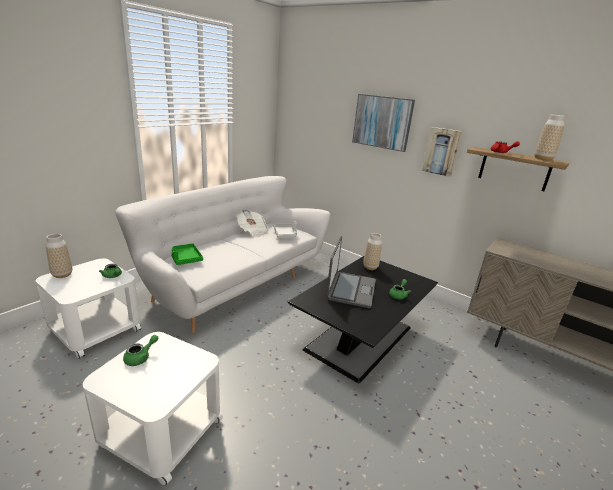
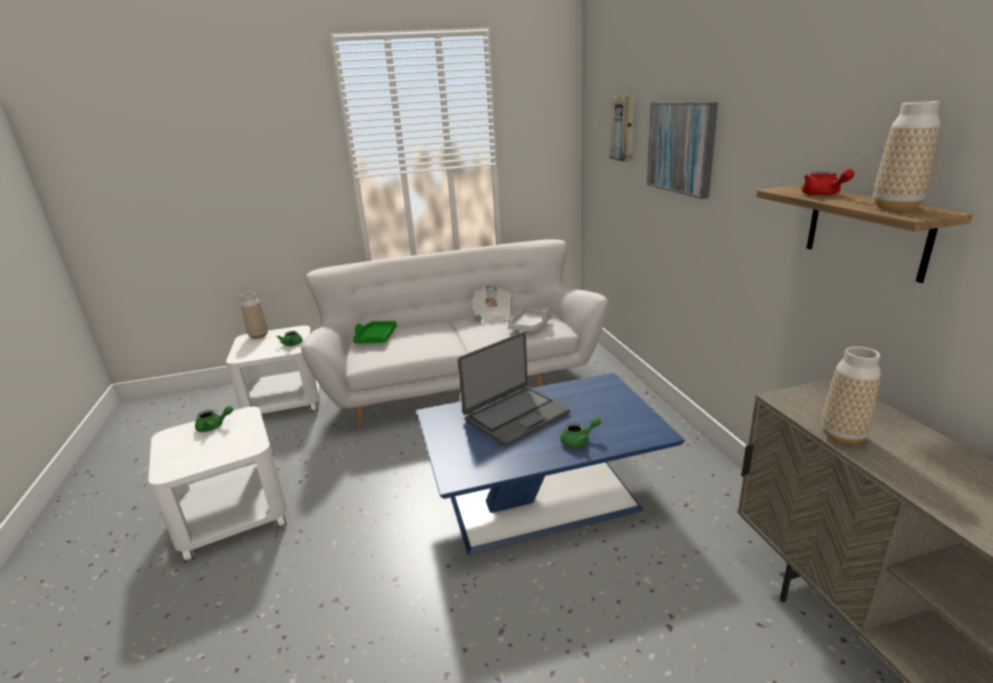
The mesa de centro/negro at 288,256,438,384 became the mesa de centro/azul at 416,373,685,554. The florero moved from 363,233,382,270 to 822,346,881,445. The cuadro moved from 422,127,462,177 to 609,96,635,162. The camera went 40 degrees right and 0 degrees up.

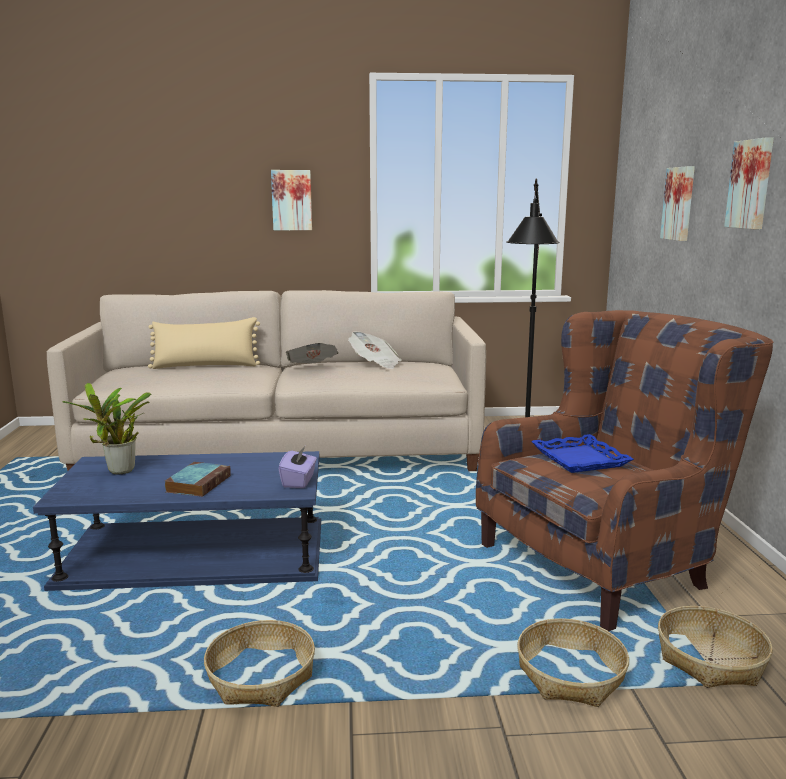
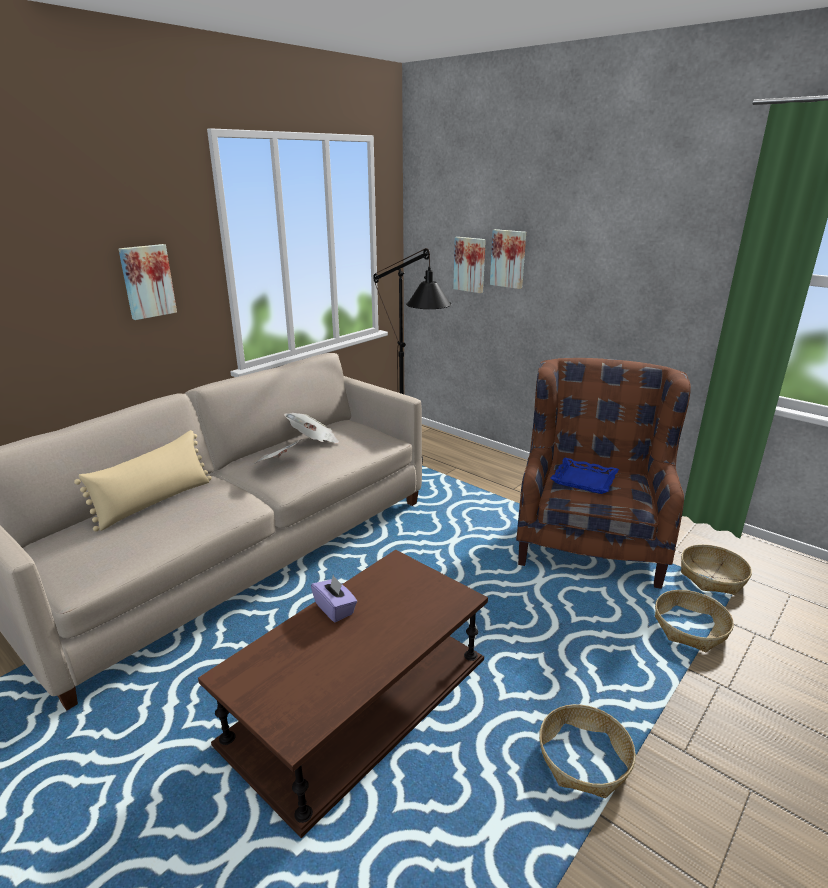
The mesa de centro/azul at 33,451,321,591 became the mesa de centro/marrón at 198,550,488,838. The planta en maceta at 62,383,151,475 disappeared. The libro at 165,462,231,497 disappeared. The caja de pañuelos/morado moved from 278,445,317,488 to 311,575,357,622. The cuadro moved from 724,137,774,229 to 453,237,486,293. The camera went 45 degrees left and 10 degrees up.

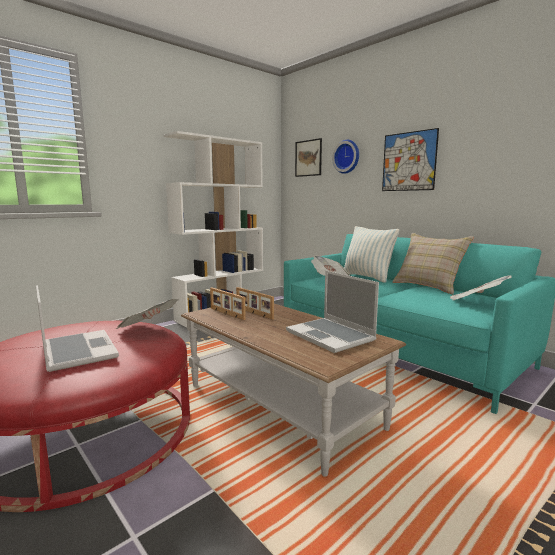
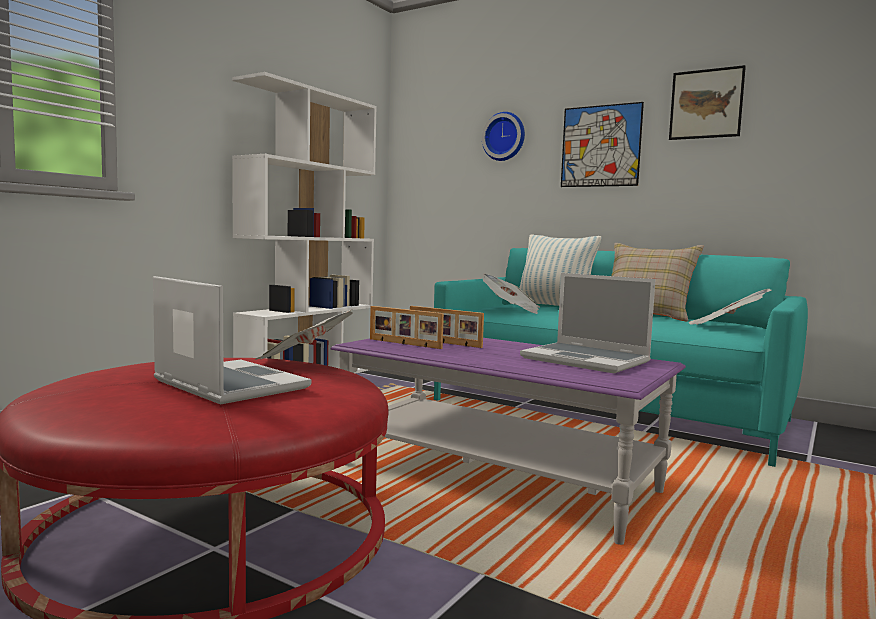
The mesa de centro/marrón at 181,304,406,477 became the mesa de centro/morado at 331,338,686,545. The cuadro moved from 295,138,322,177 to 669,65,746,140. The camera went 15 degrees left and 5 degrees down.

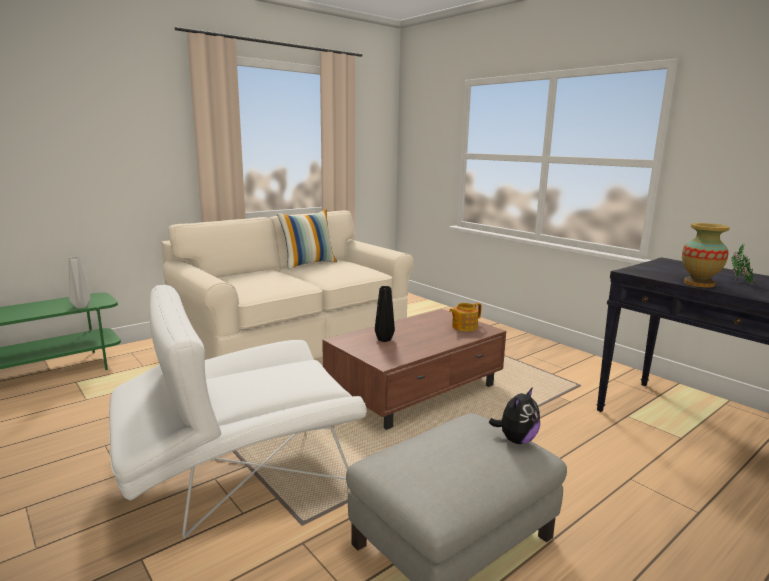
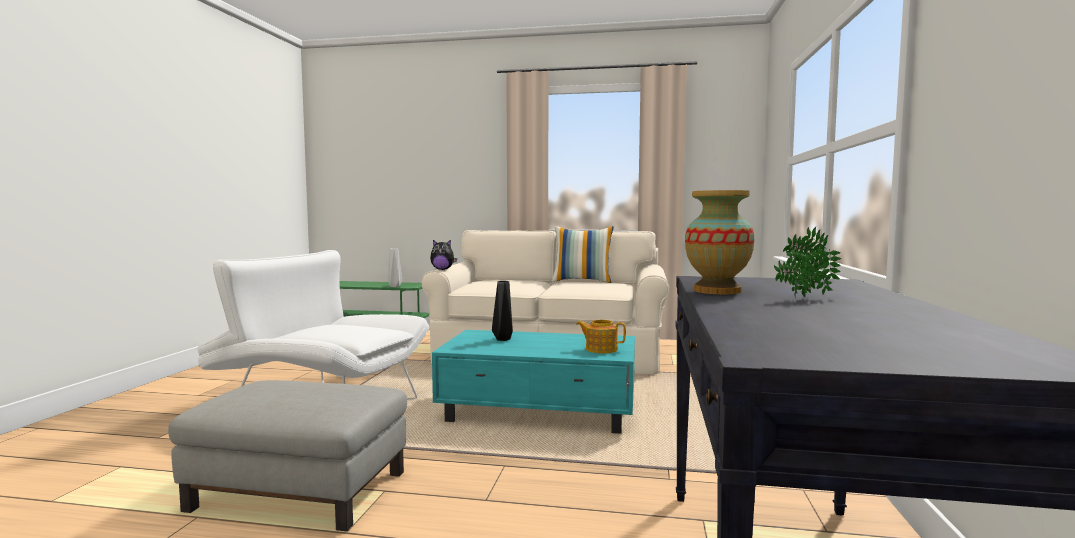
The mesa de centro/marrón at 322,309,506,430 became the mesa de centro/turquesa at 432,330,635,434. The peluche moved from 489,387,540,444 to 430,240,457,270. The camera went 50 degrees right and 10 degrees down.

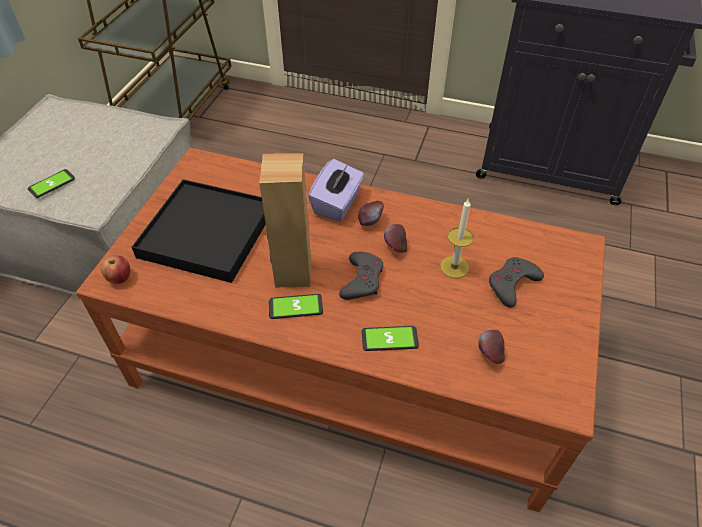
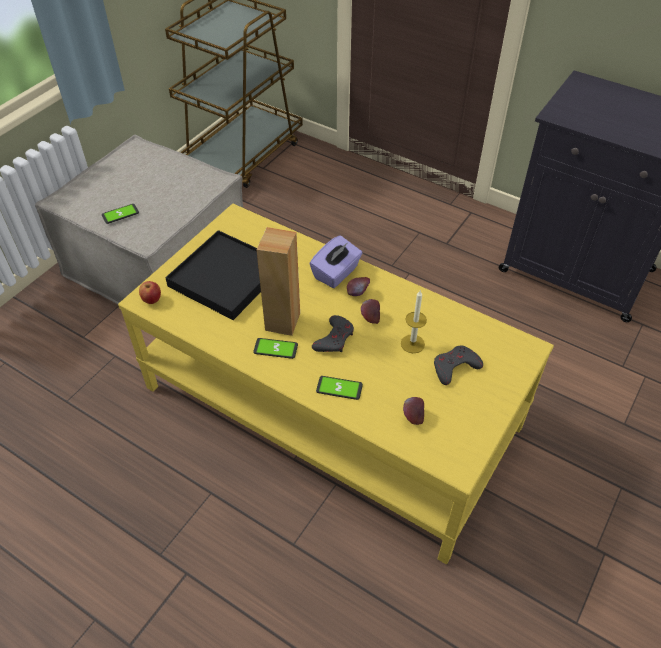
The mesa de centro/marrón at 76,148,606,512 became the mesa de centro/amarillo at 118,204,554,564. The camera went 15 degrees right and 0 degrees up.

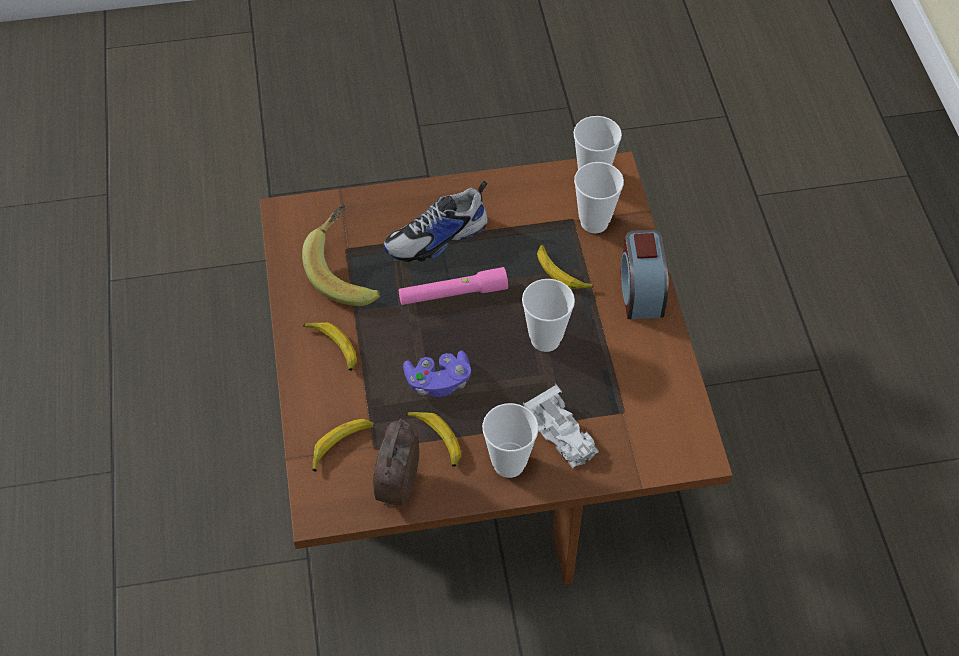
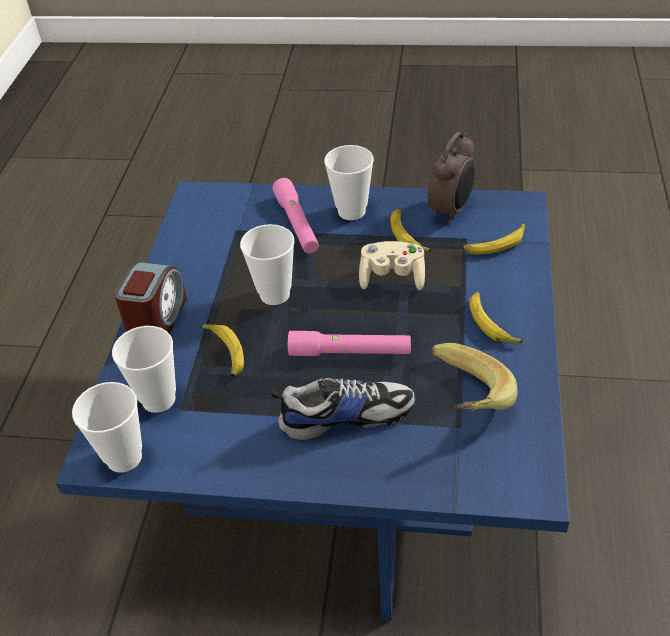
The mesa de centro/marrón at 260,152,733,585 became the mesa de centro/azul at 56,181,570,621. The mando de consola/morado at 403,351,471,397 became the mando de consola/beis at 359,241,425,290. The coche de juguete/blanco at 523,383,599,469 was replaced by the linterna/rosa at 272,178,319,253. The camera went 160 degrees left and 10 degrees down.

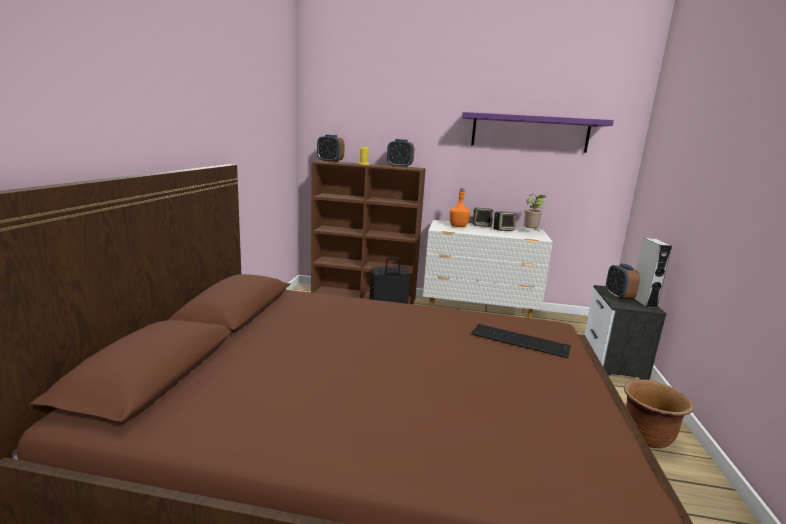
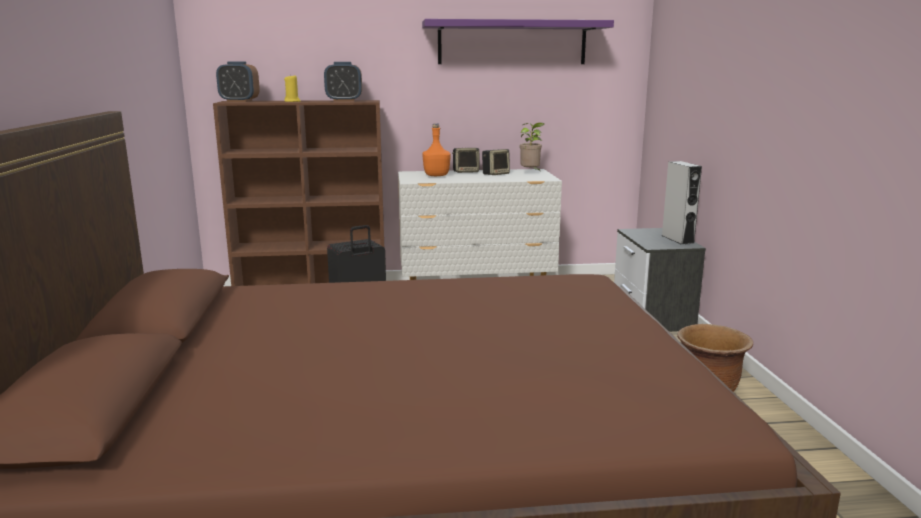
The teclado at 472,324,571,358 disappeared. The despertador at 606,264,640,300 disappeared. The camera went 15 degrees left and 0 degrees up.

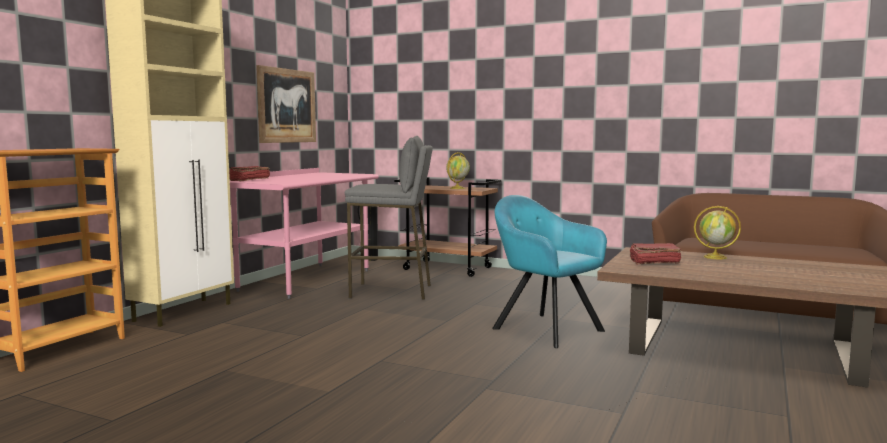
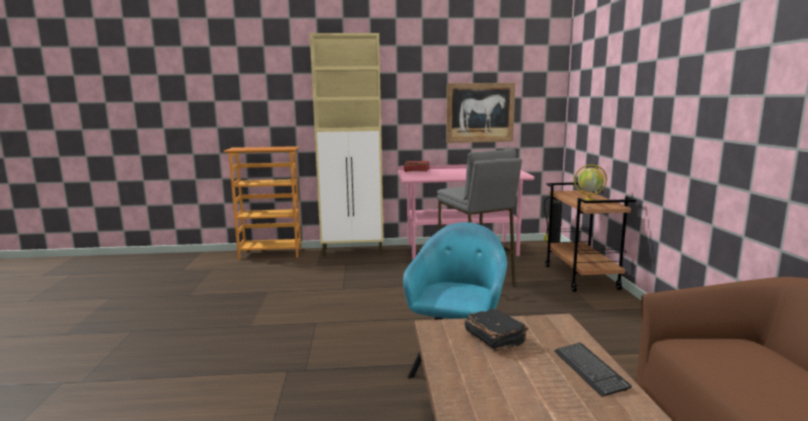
The libro/rojo at 630,243,681,265 became the libro/negro at 465,308,528,351. The globo terráqueo at 694,206,741,259 was replaced by the teclado at 554,343,632,397. The camera went 60 degrees right and 5 degrees up.

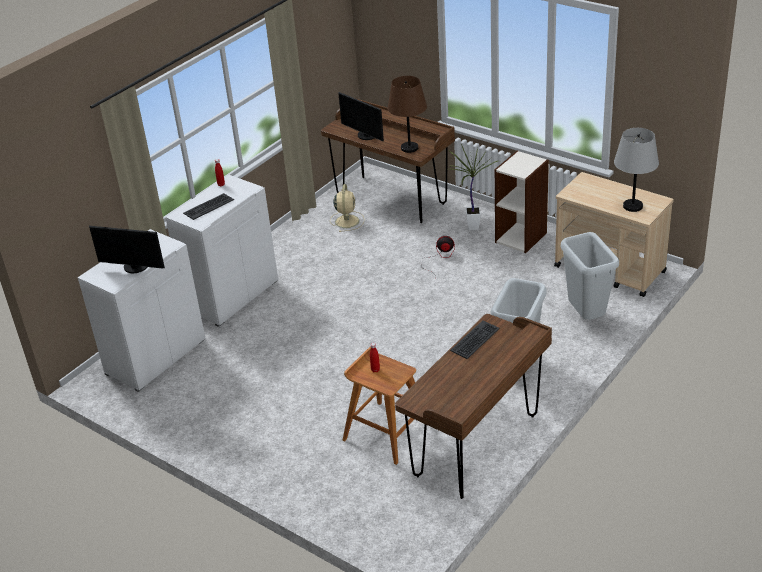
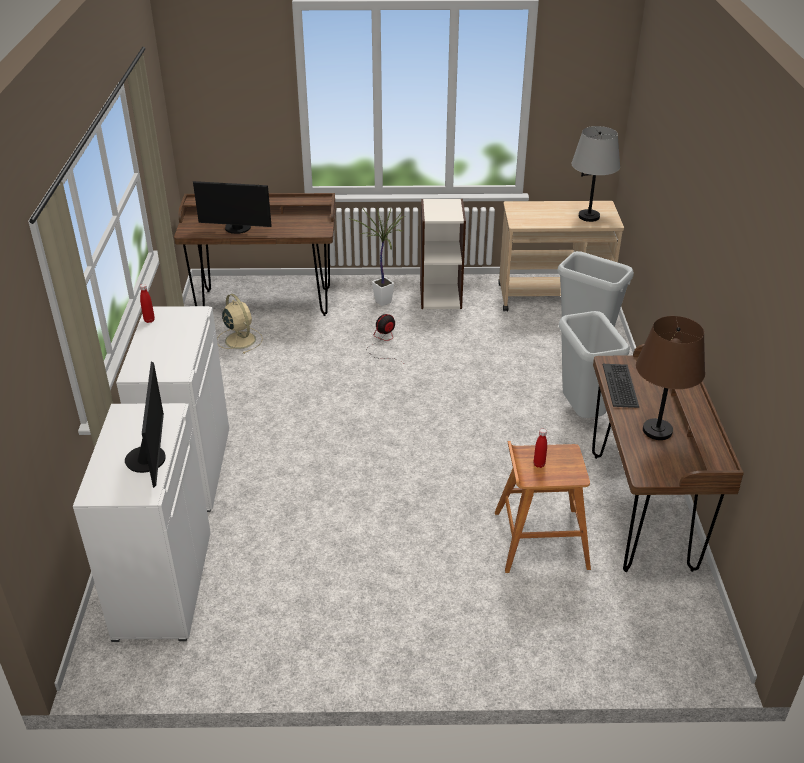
The monitor at 89,226,165,273 turned 75 degrees counterclockwise. The teclado at 183,193,234,220 disappeared. The lámpara de mesa/marrón moved from 388,76,427,153 to 636,316,705,440. The camera went 40 degrees left and 0 degrees up.

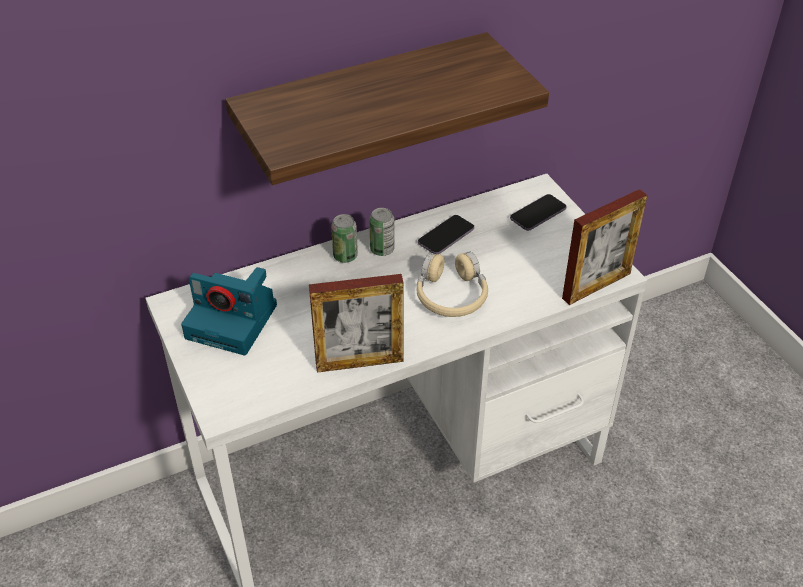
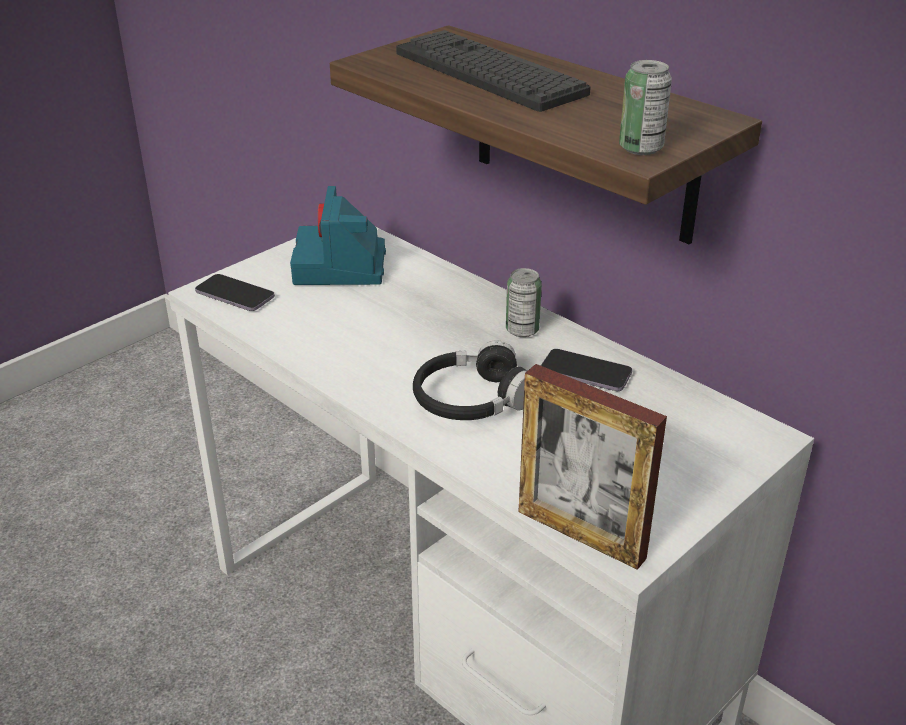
The portarretratos at 309,274,404,373 disappeared. The lata moved from 331,214,358,263 to 619,60,672,155. The auriculares/beis at 417,251,488,317 became the auriculares/negro at 413,340,527,420. The móvil moved from 510,194,567,231 to 195,274,275,311. The teclado at 396,30,591,112 appeared. The camera went 70 degrees right and 10 degrees down.

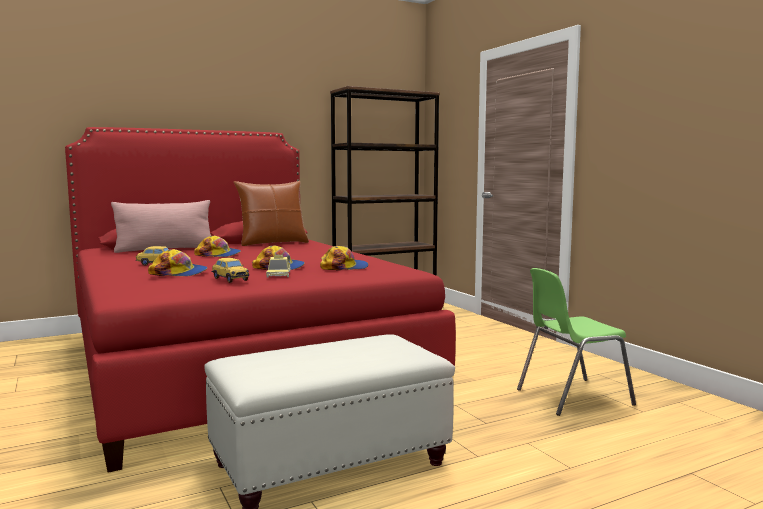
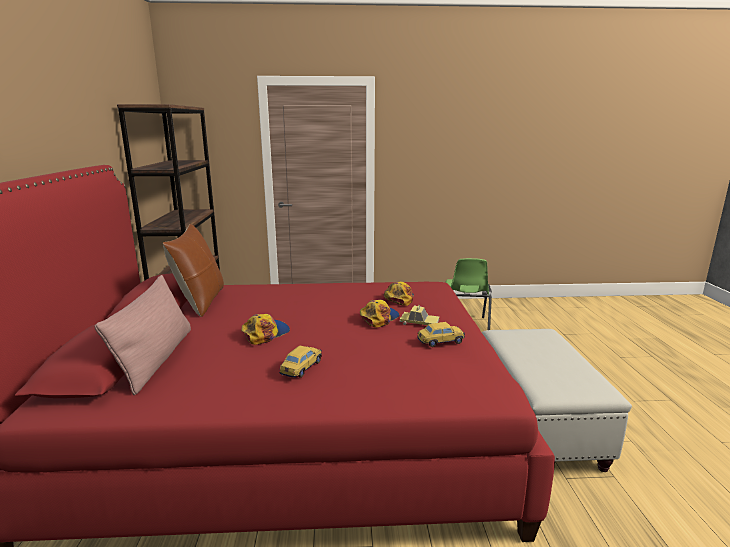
The gorra at 148,249,207,276 disappeared. The camera went 65 degrees left and 10 degrees up.

